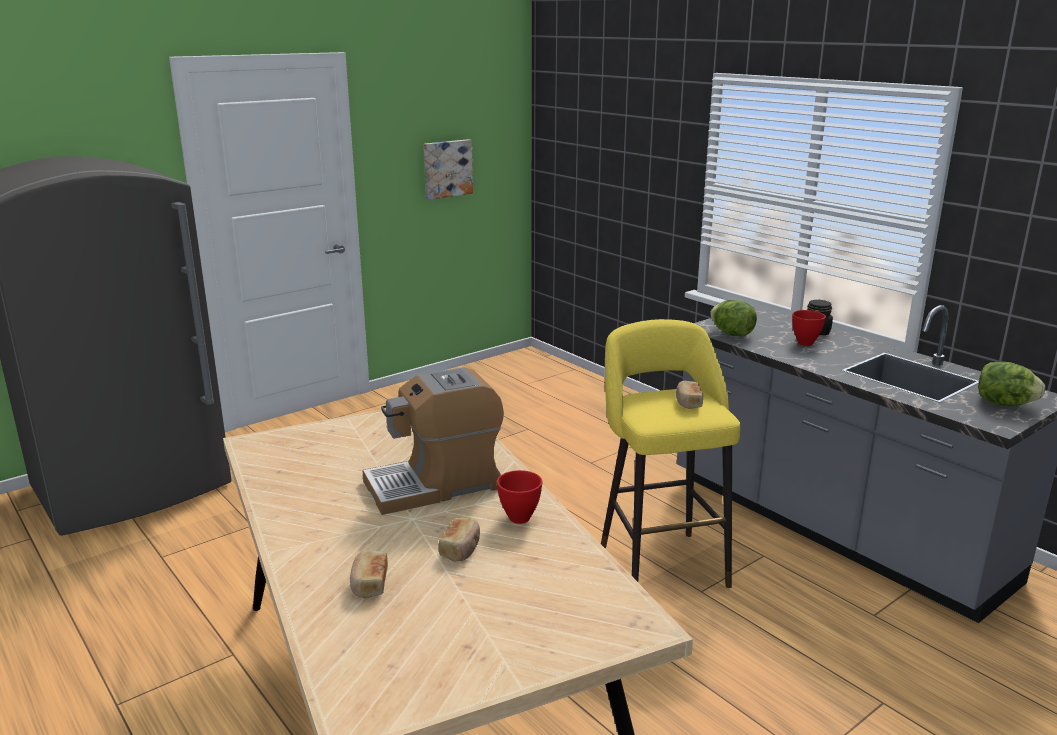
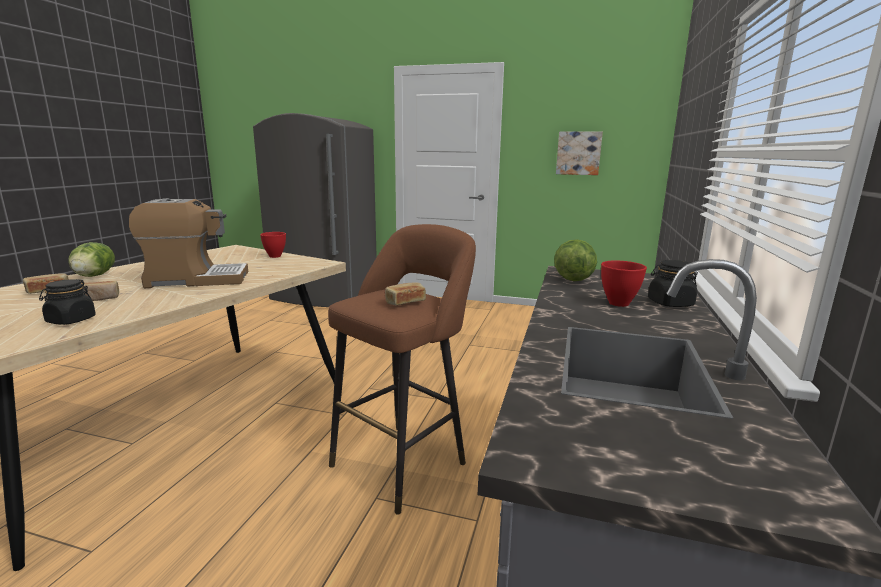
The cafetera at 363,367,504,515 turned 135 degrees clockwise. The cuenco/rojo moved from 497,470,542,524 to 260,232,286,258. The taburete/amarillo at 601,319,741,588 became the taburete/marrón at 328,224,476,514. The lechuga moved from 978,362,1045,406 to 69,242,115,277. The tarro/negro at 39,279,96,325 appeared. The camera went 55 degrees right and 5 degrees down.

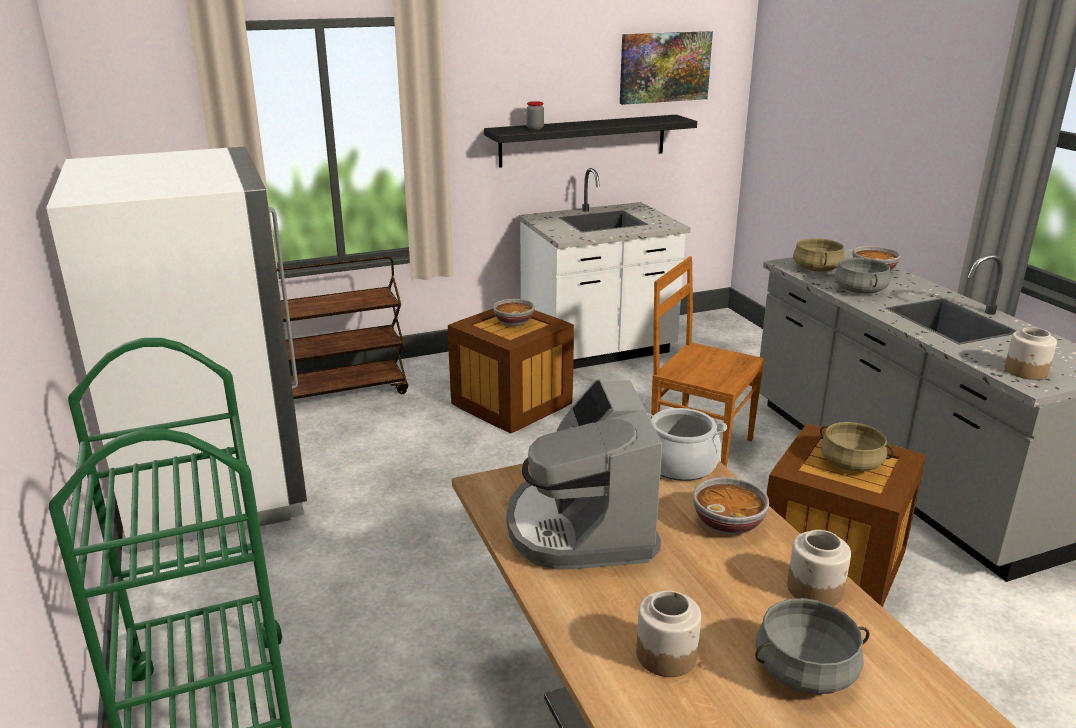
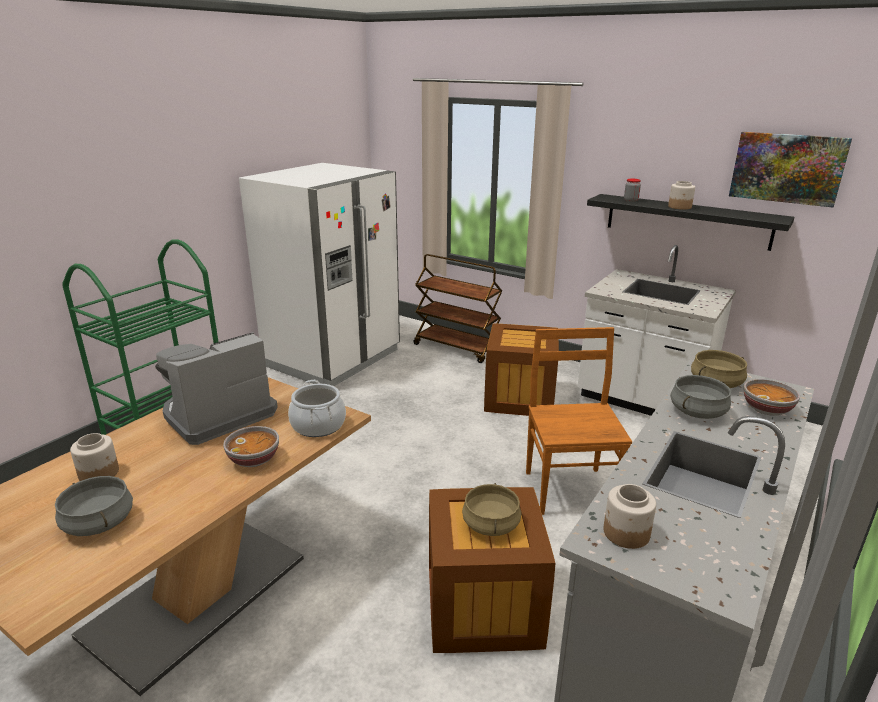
The cuenco at 493,299,534,326 disappeared. The tarro moved from 787,530,851,606 to 668,181,695,210. The camera went 55 degrees right and 0 degrees up.

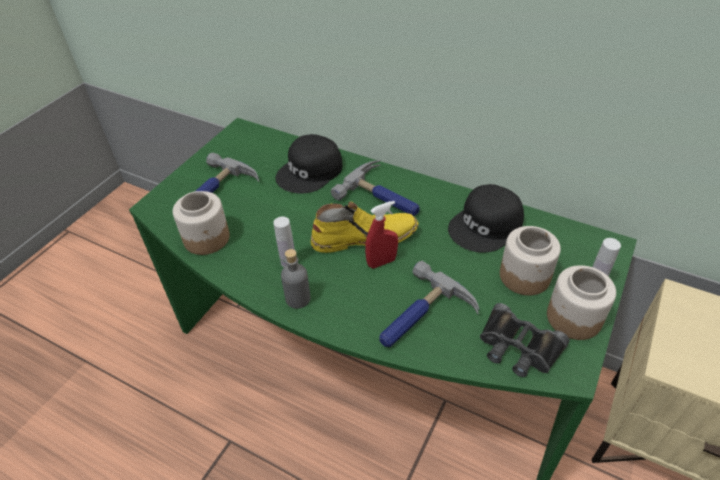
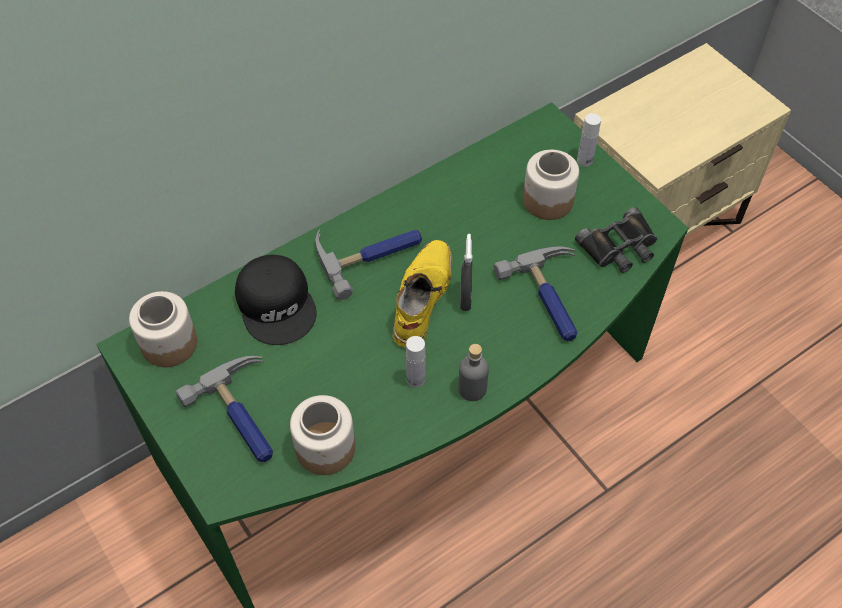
The pulverizador/rojo at 365,201,398,268 became the pulverizador/gris at 460,234,472,311. The gorra/negro at 448,184,524,253 disappeared. The tarro moved from 547,265,616,340 to 129,291,197,367. The camera went 65 degrees left and 10 degrees up.

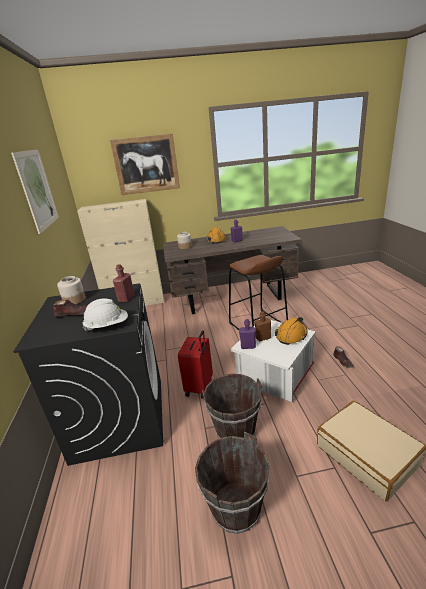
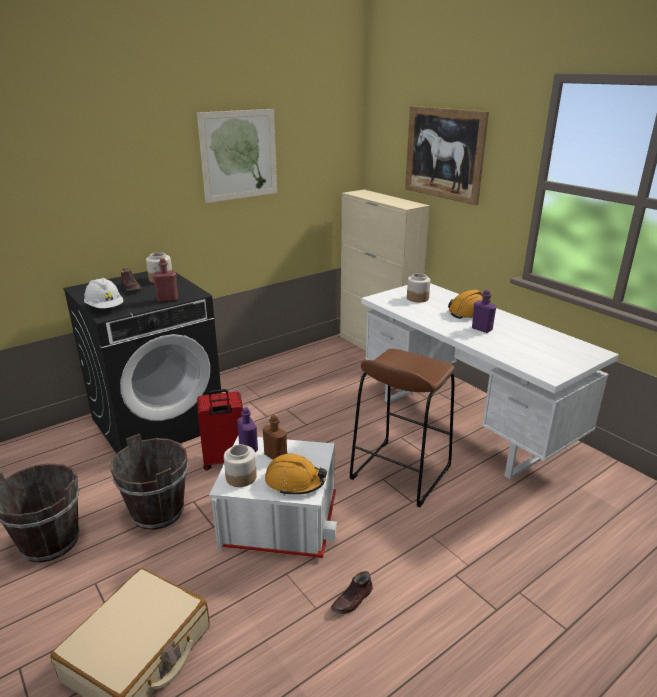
The escritorio/marrón at 163,226,302,314 became the escritorio/blanco at 361,283,619,479. The tarro at 224,444,257,487 appeared. The camera went 60 degrees right and 0 degrees up.

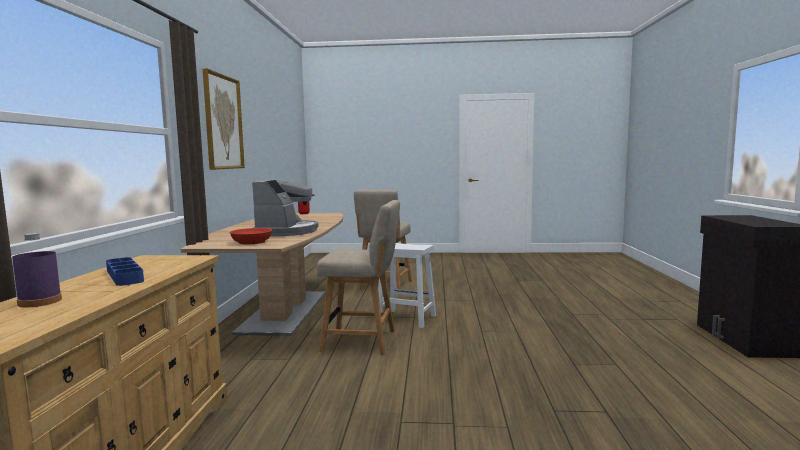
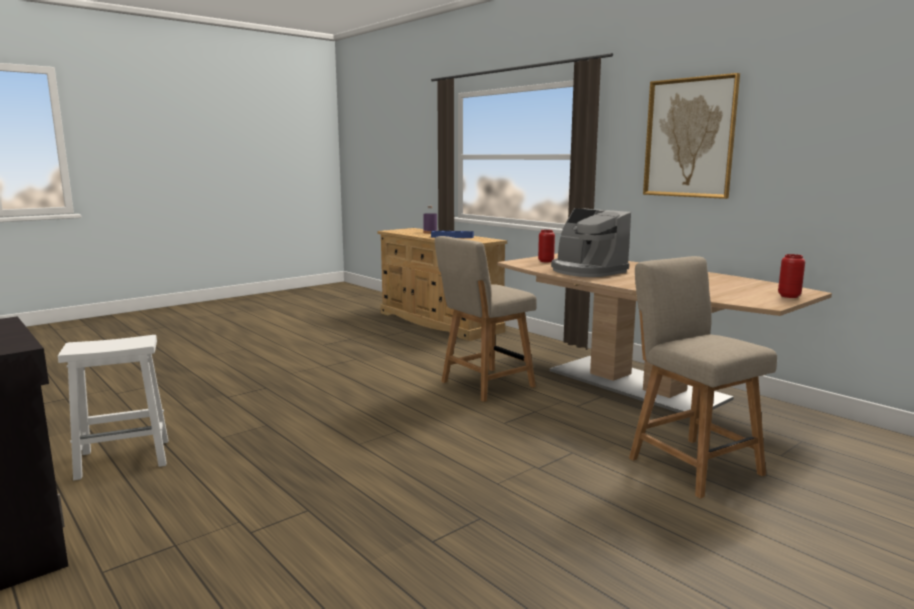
The cuenco/rojo at 230,228,272,244 was replaced by the florero/rojo at 538,230,555,262. The taburete/blanco moved from 378,243,436,328 to 58,335,168,480. The camera went 135 degrees right and 5 degrees up.

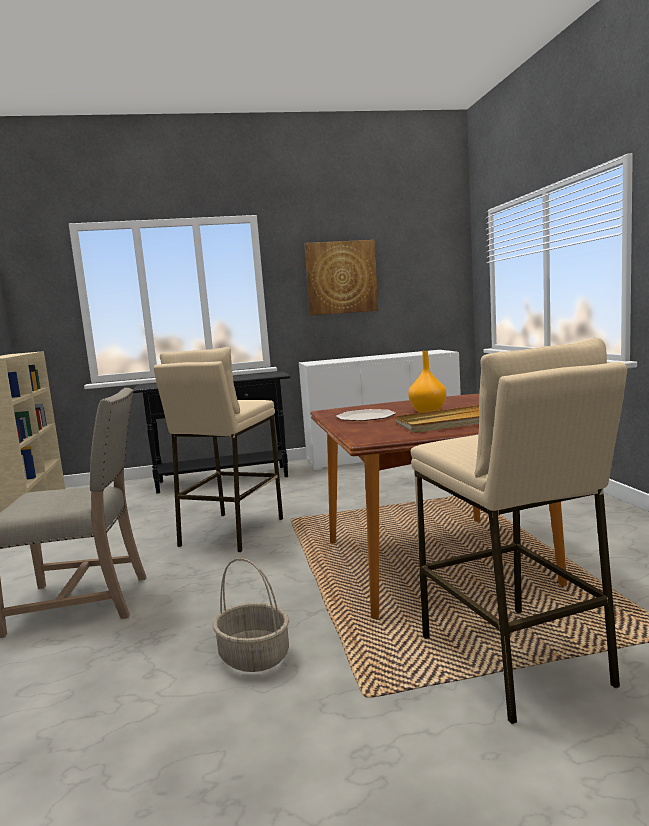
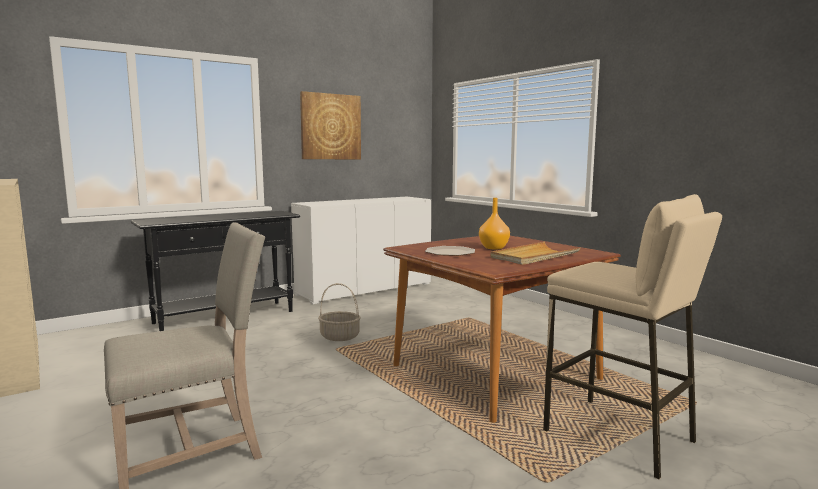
The taburete/beis at 154,347,283,553 disappeared. The cesta moved from 213,558,289,672 to 318,283,361,341. The camera went 25 degrees left and 0 degrees up.

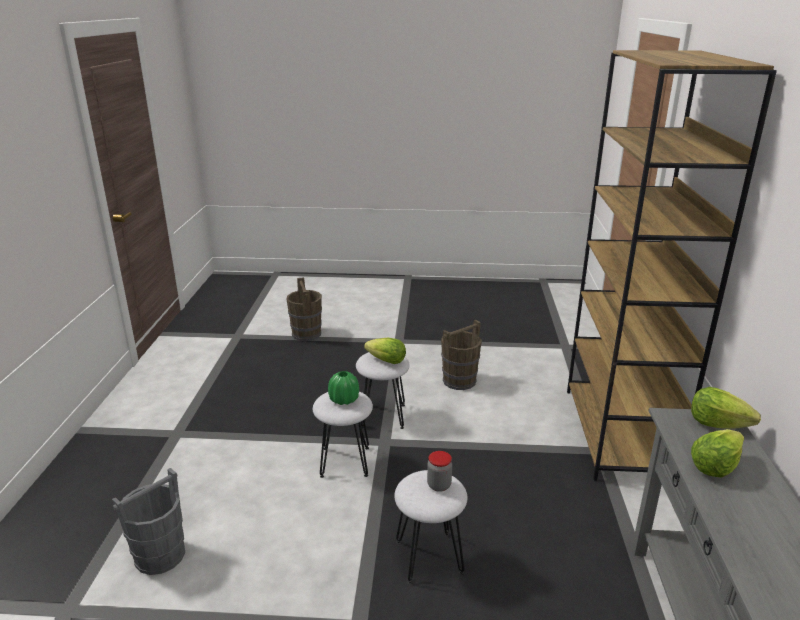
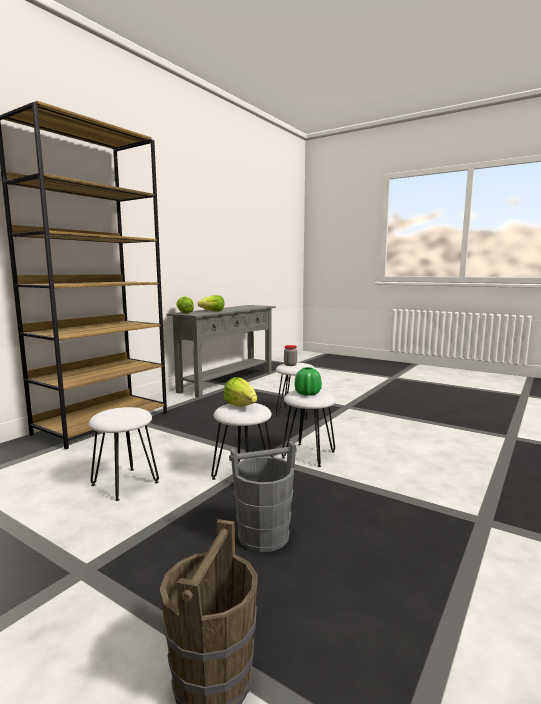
The cubo/gris moved from 112,468,185,575 to 229,441,297,552. The cubo/marrón at 441,320,482,390 was replaced by the taburete/blanco at 88,407,159,501. The camera went 150 degrees left and 15 degrees down.

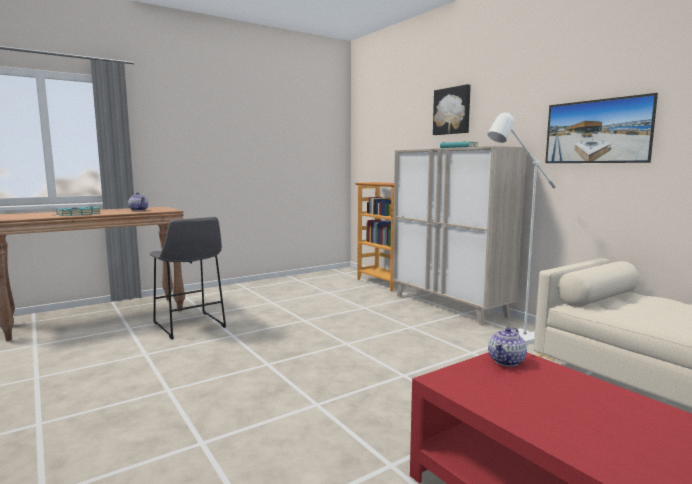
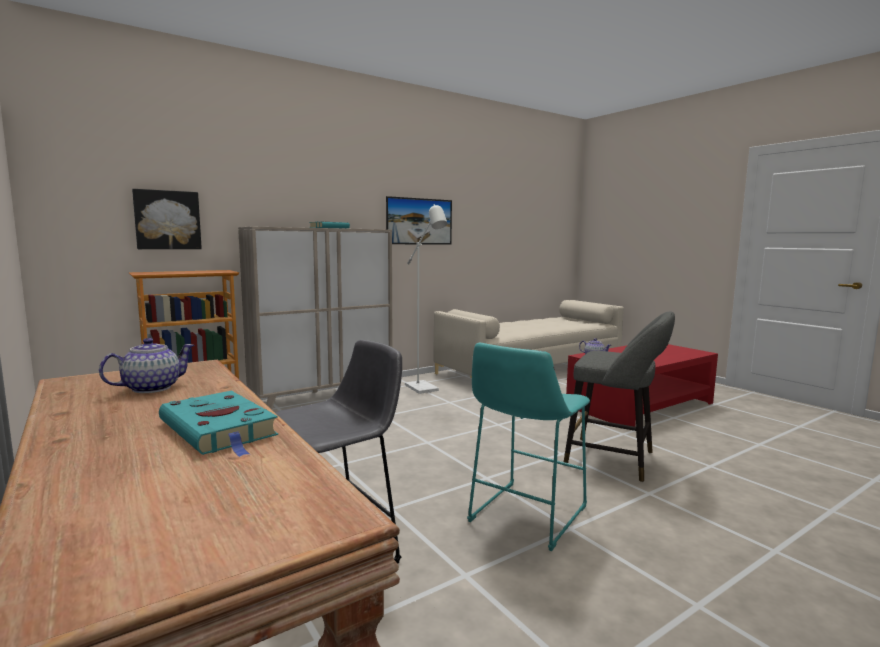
The cuadro moved from 433,84,471,135 to 132,189,202,249. The taburete/turquesa at 467,343,590,551 appeared. The taburete/gris at 564,311,675,482 appeared. The camera went 90 degrees left and 0 degrees up.

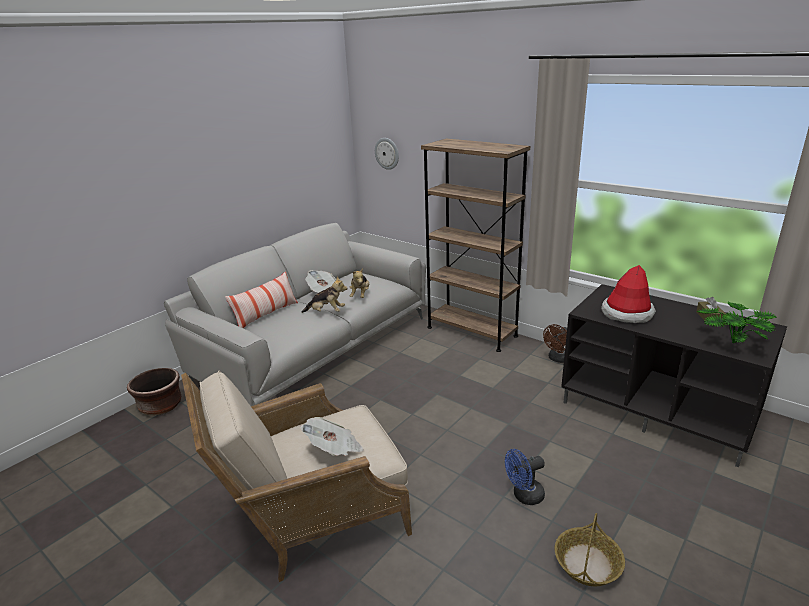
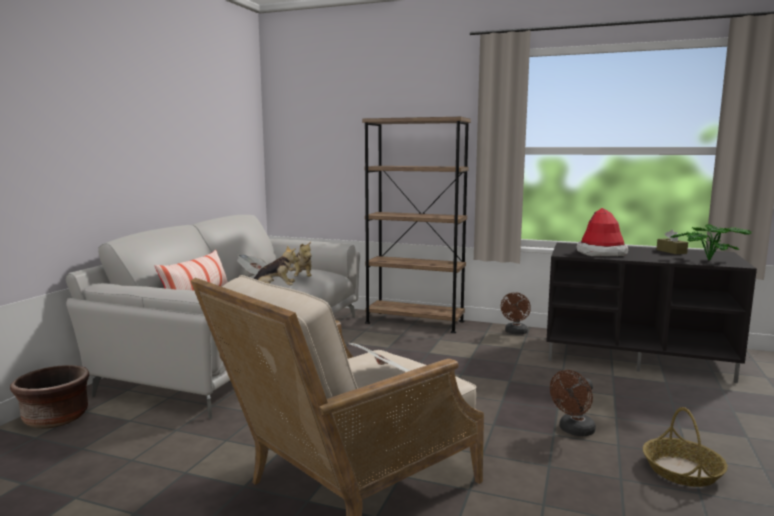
The reloj de pared at 375,138,399,170 disappeared. The ventilador/azul at 505,449,545,505 became the ventilador/marrón at 550,370,596,436. The camera went 20 degrees left and 15 degrees down.

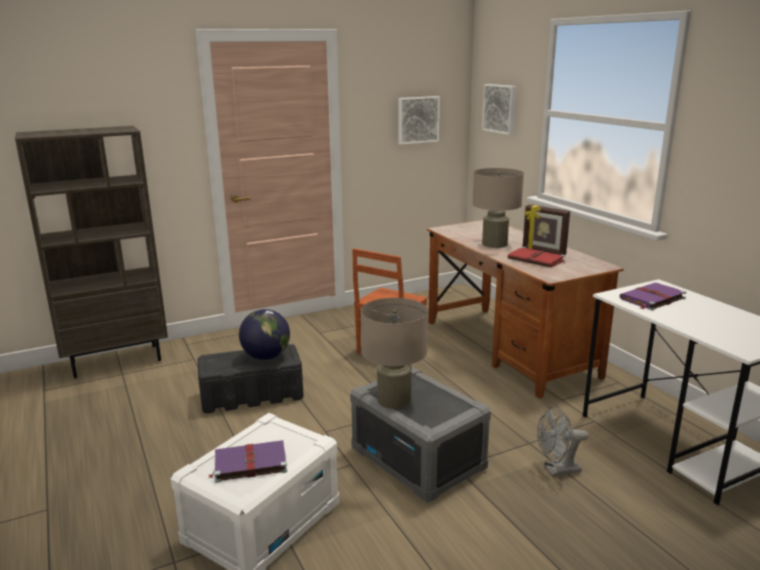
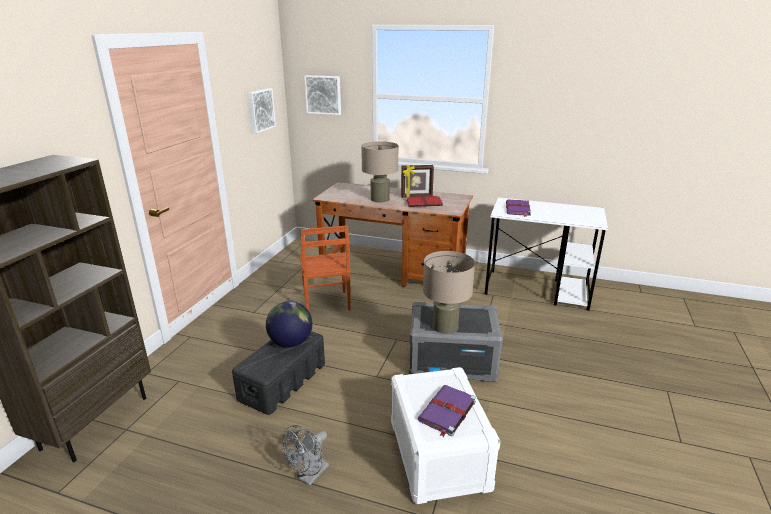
The ventilador/gris moved from 537,406,589,476 to 283,425,329,486. The camera went 45 degrees left and 5 degrees up.

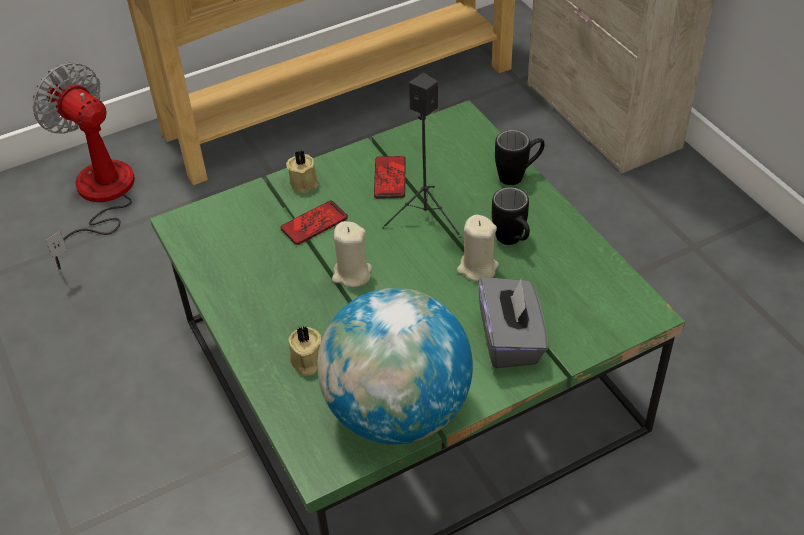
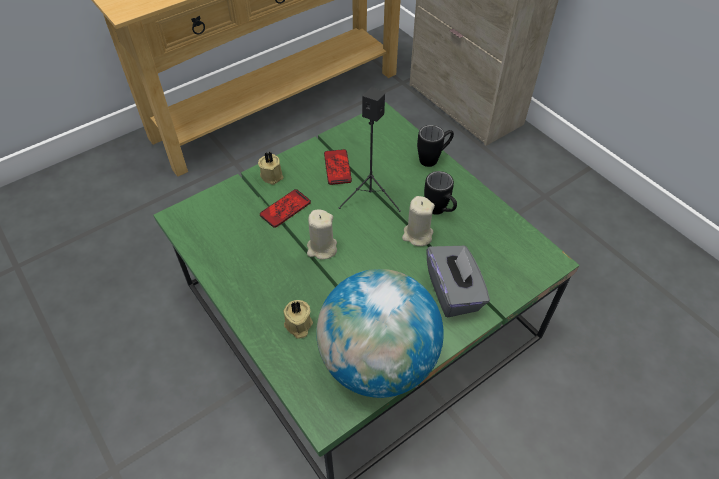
The ventilador at 32,62,135,270 disappeared. The camera went 10 degrees left and 5 degrees up.

